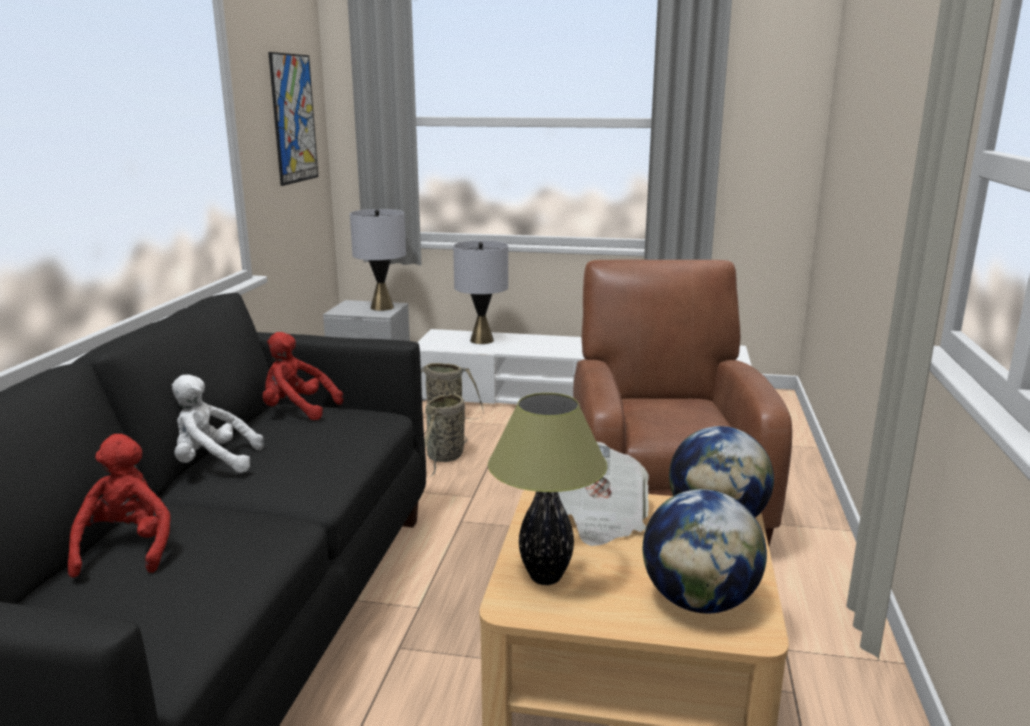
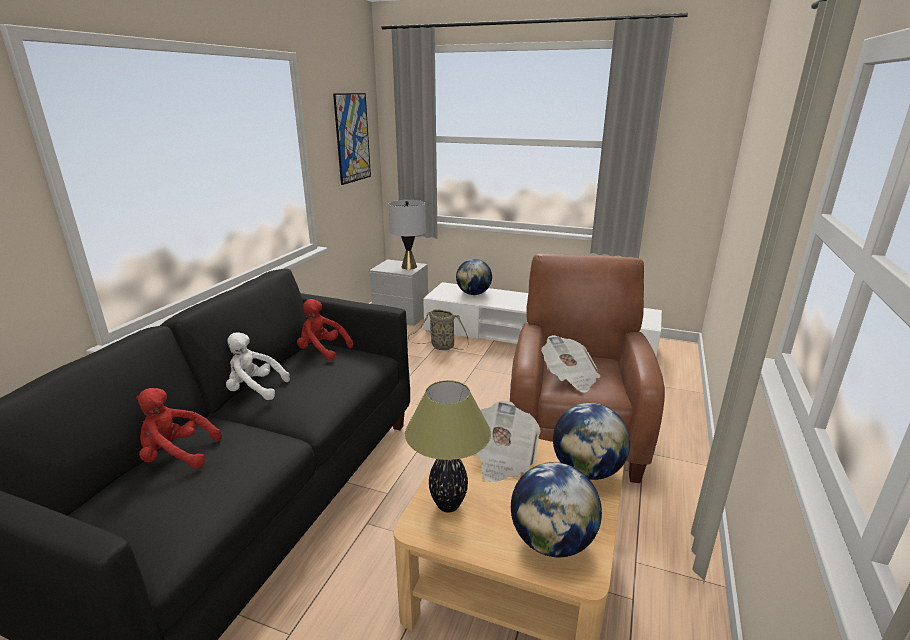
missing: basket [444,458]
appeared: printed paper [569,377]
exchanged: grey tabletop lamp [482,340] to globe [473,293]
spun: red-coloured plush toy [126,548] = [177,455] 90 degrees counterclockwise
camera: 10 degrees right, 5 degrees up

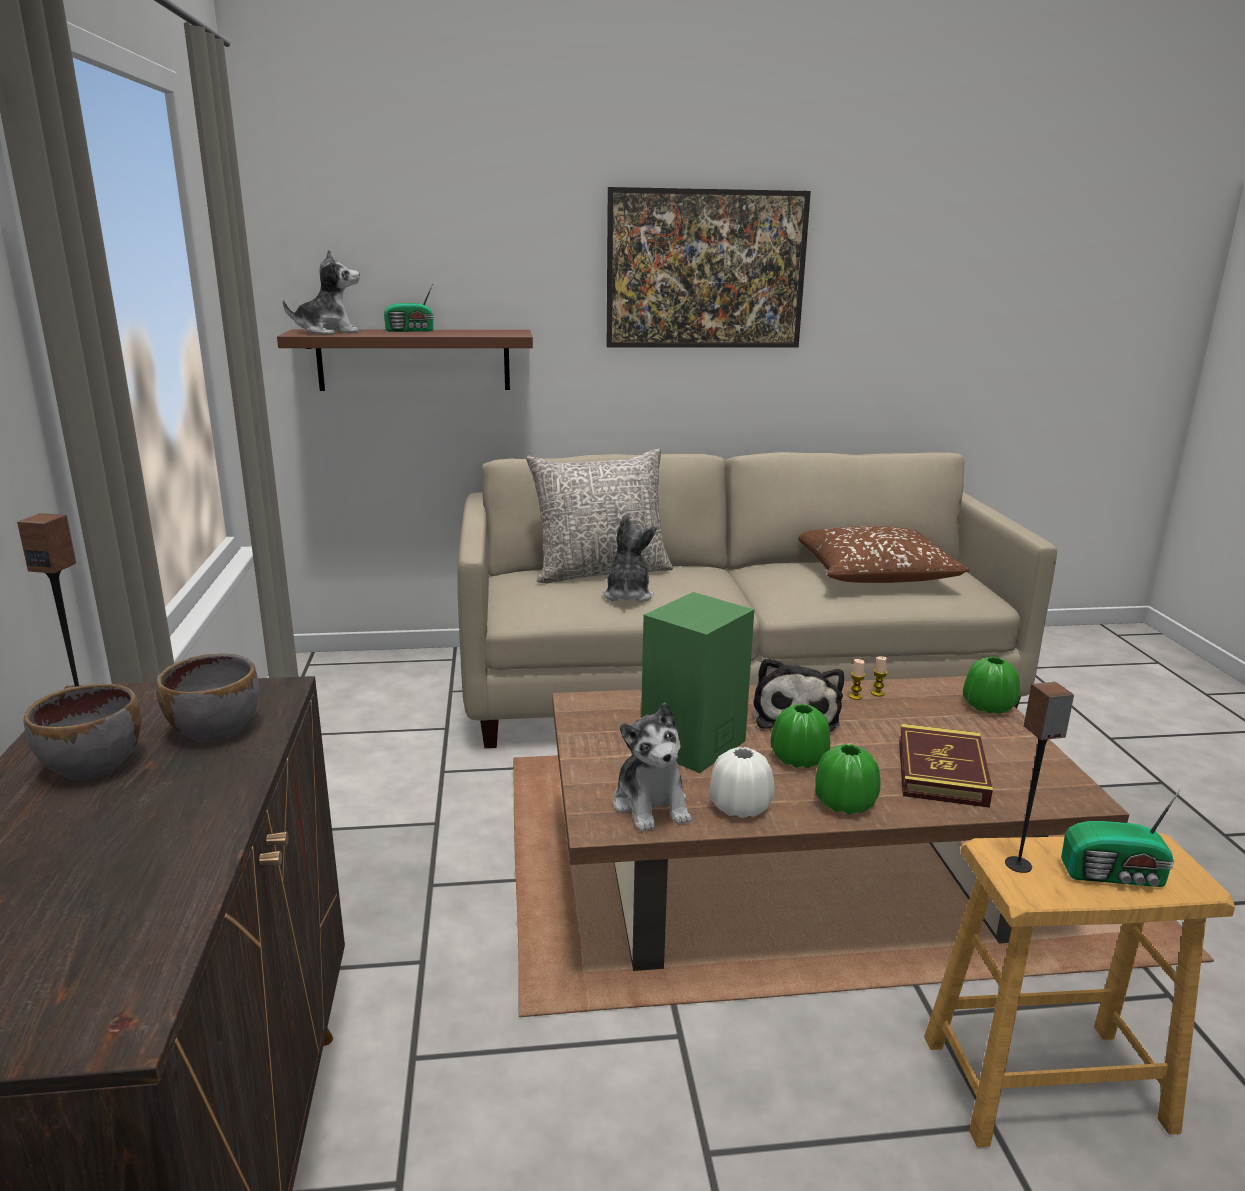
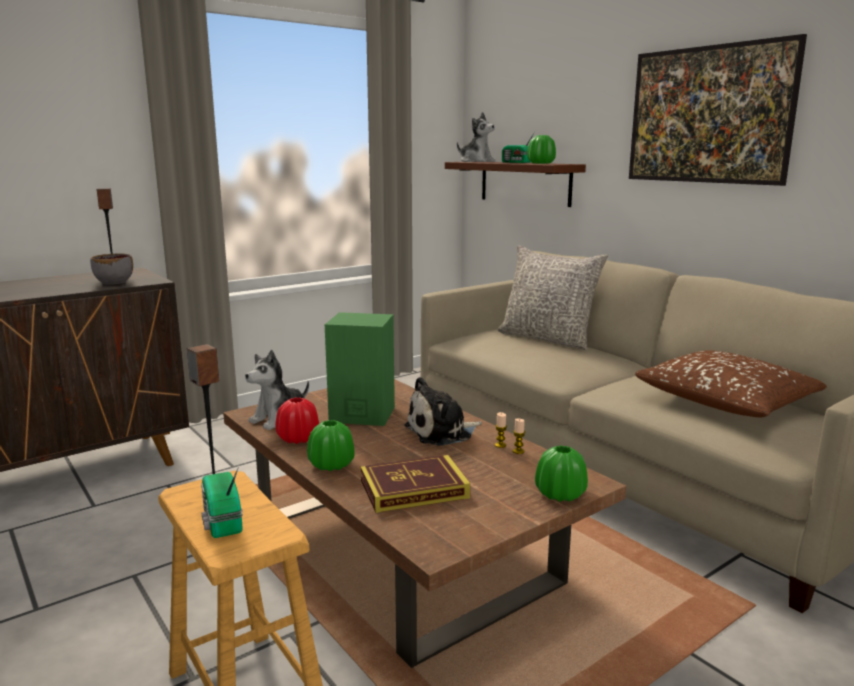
missing: plush toy [627,595]; grey deep dish [93,765]
relocated: green vase [798,759] to [541,163]
colour: white vase [740,807] to red-coloured vase [298,438]
camera: 60 degrees right, 5 degrees down

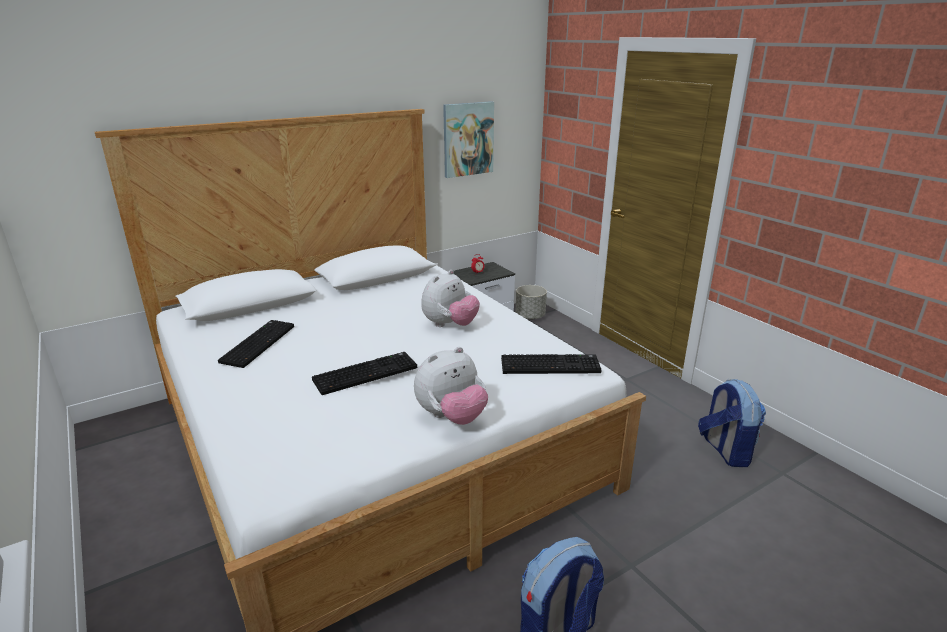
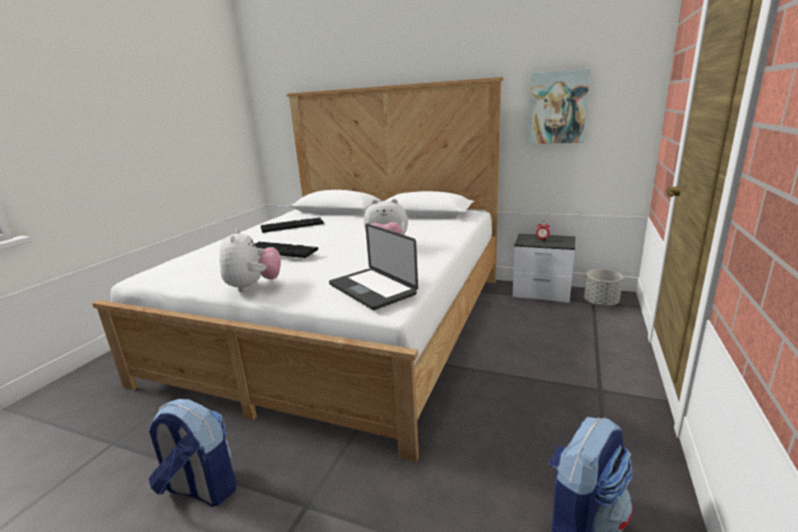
exchanged: PC keyboard [551,365] to notebook computer [372,289]
spun: plush toy [451,417] = [253,286] 120 degrees counterclockwise
camera: 55 degrees right, 5 degrees down

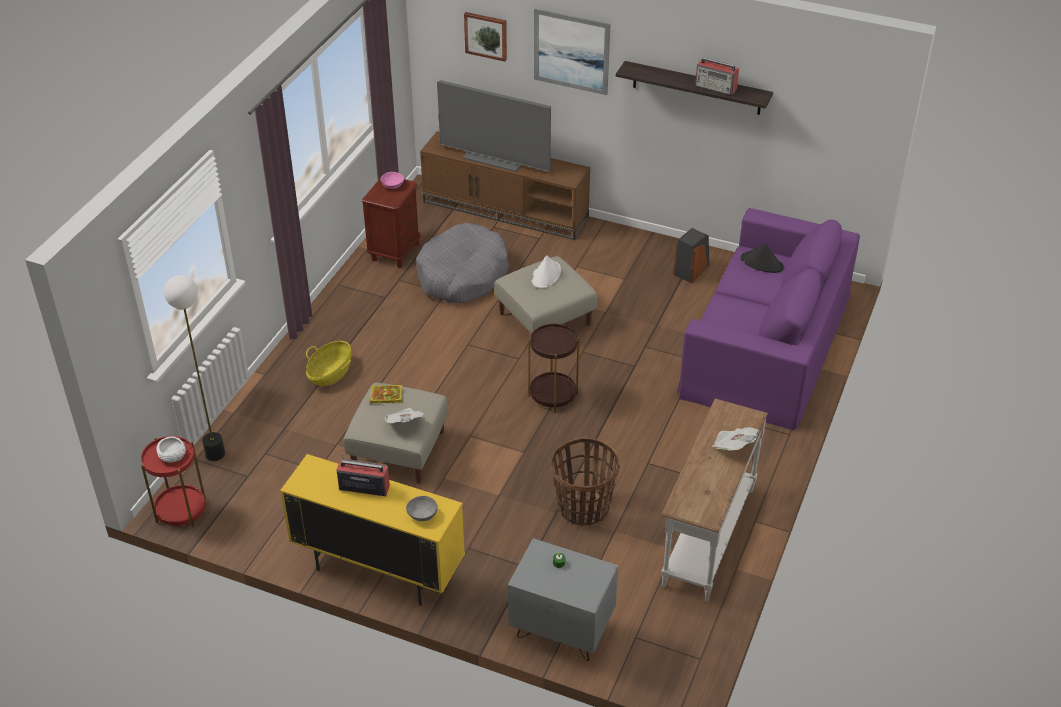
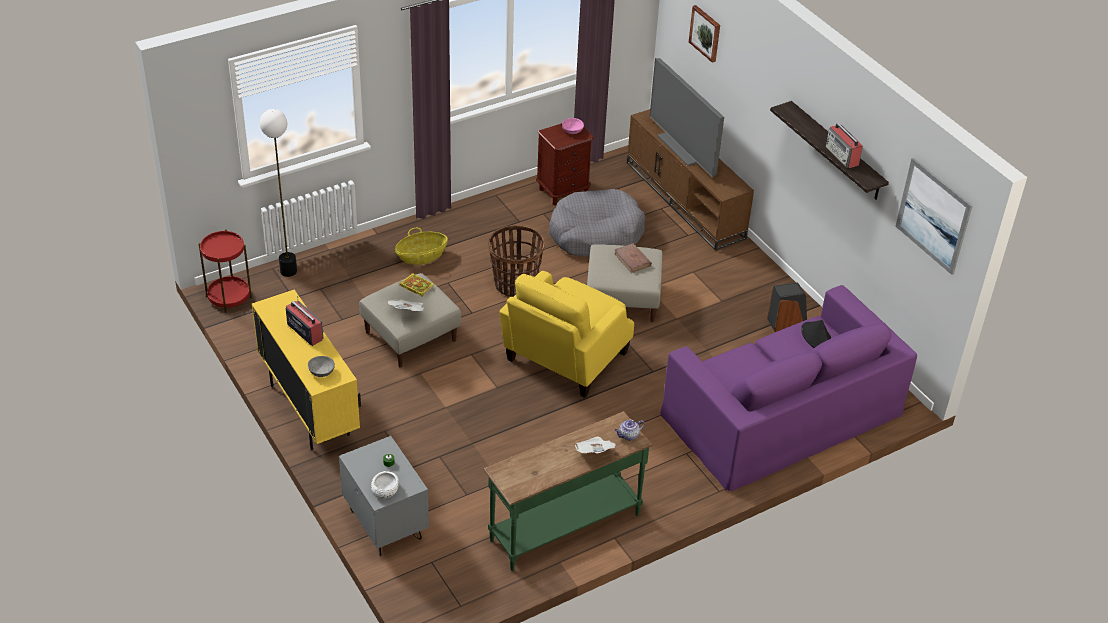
appeared: teapot [628,436]
relocated: wall art [571,51] to [933,215]; white deep dish [172,455] to [385,489]; basket [583,508] to [515,285]
exchanged: white wearable hat [546,275] to brown volume [632,260]; brown end table [553,395] to yellow-coloured armchair [565,358]
colour: white narrow table [707,536] to green narrow table [564,526]
camera: 35 degrees right, 0 degrees up

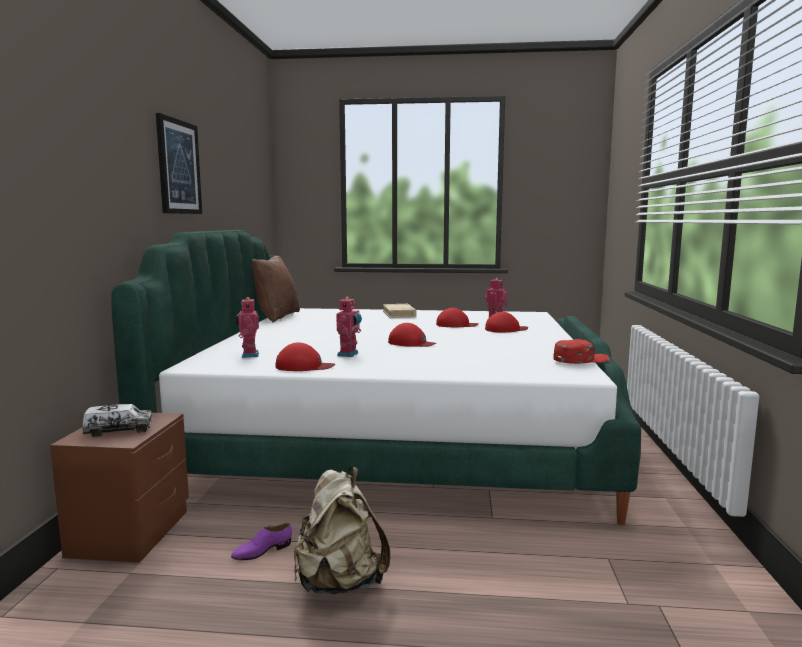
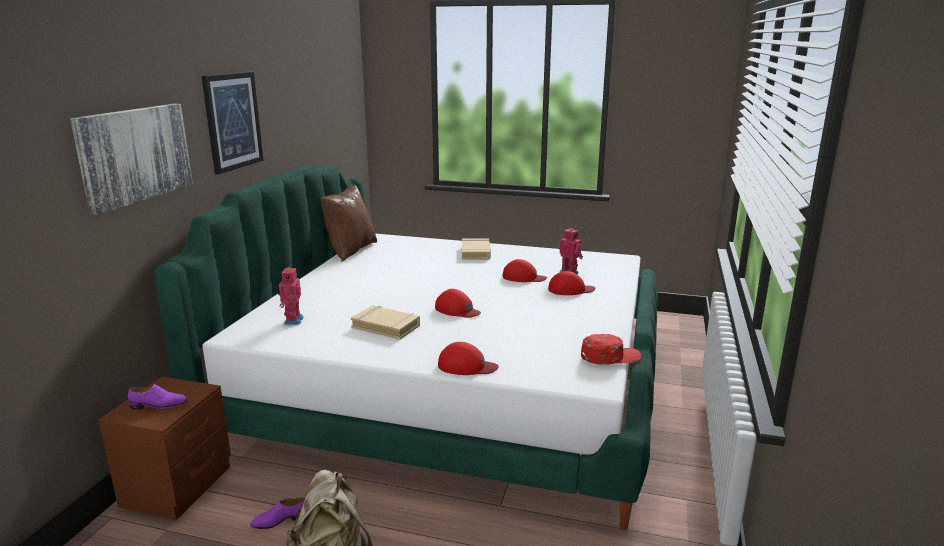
appeared: wall art [134,155]
relocated: red-coloured baseball cap [304,366] to [466,366]
exchanged: model robot [349,354] to sand-coloured volume [386,326]; model truck [119,430] to purplish shoe [158,405]
camera: 10 degrees right, 10 degrees up

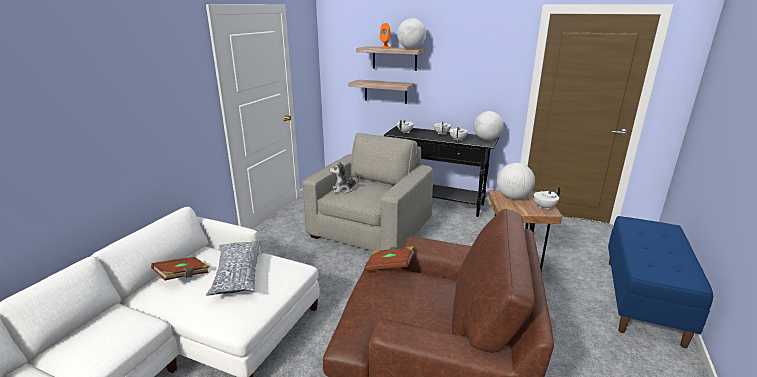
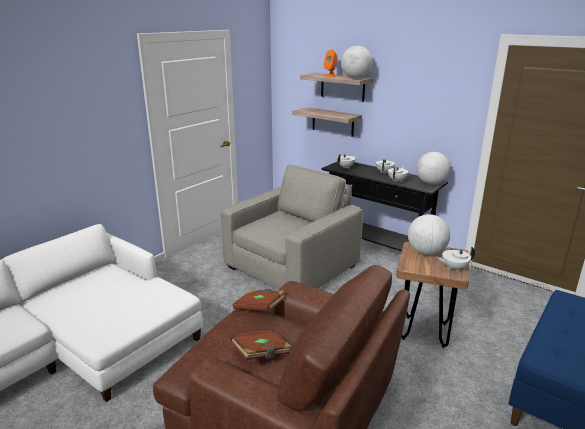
missing: plush toy [344,189]; cushion [237,274]
relocated: brown volume [183,276] to [261,353]
camera: 15 degrees right, 0 degrees up

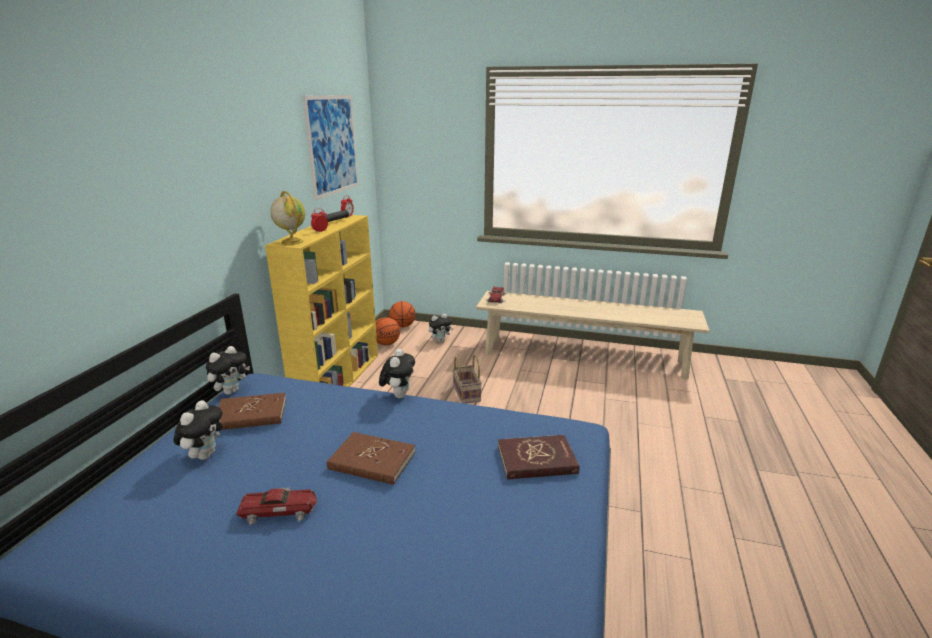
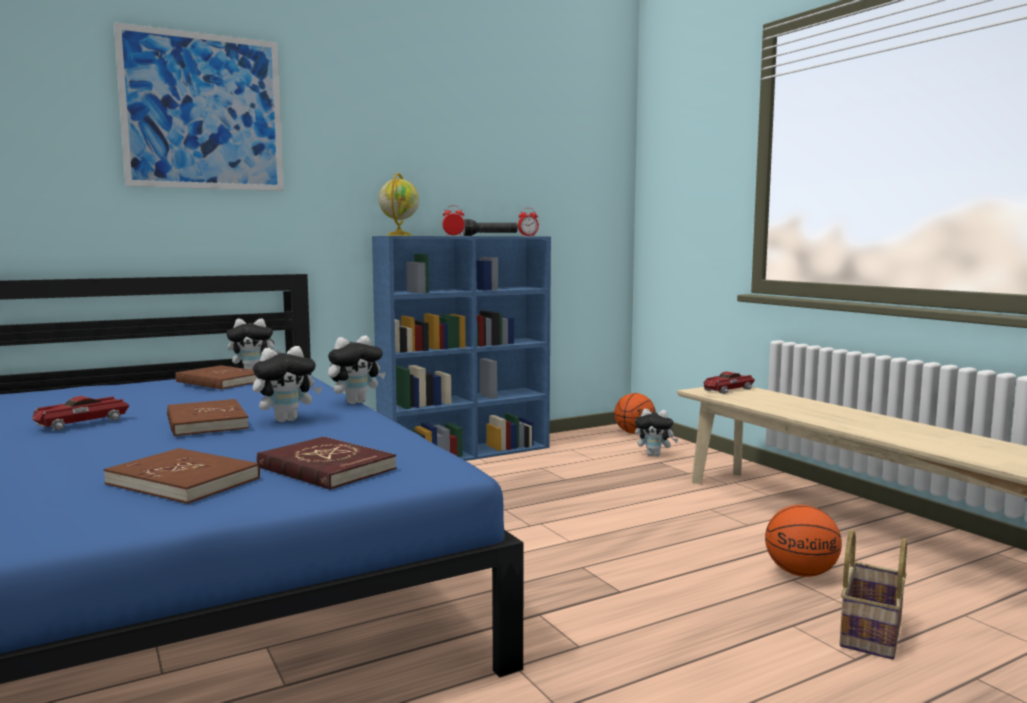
appeared: brown volume [184,481]
relocated: wall art [332,145] to [203,112]; basketball [386,344] to [801,573]; basket [465,393] to [869,632]; plush toy [205,455] to [287,420]
colour: yellow-coloured bookshelf [338,380] to bluish bookshelf [467,453]
spun: toy car [279,510] = [81,422] 90 degrees clockwise
camera: 45 degrees right, 15 degrees down

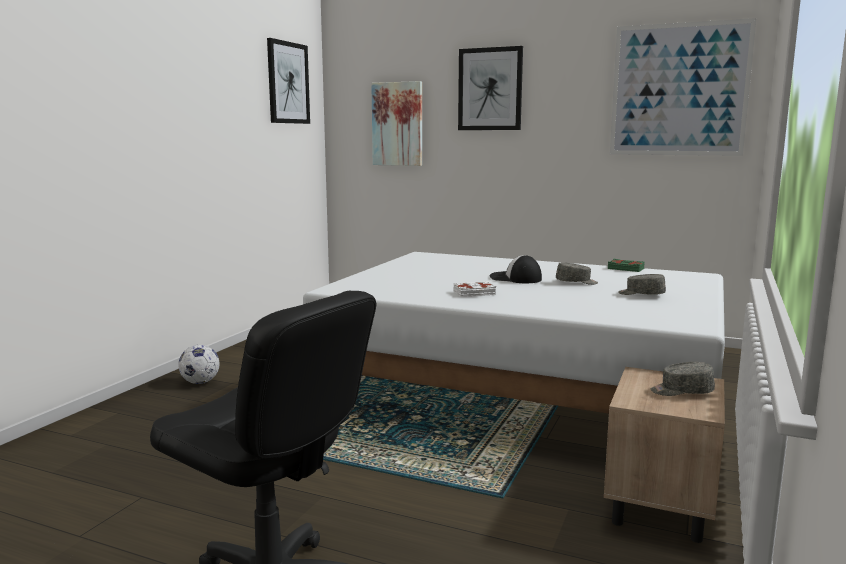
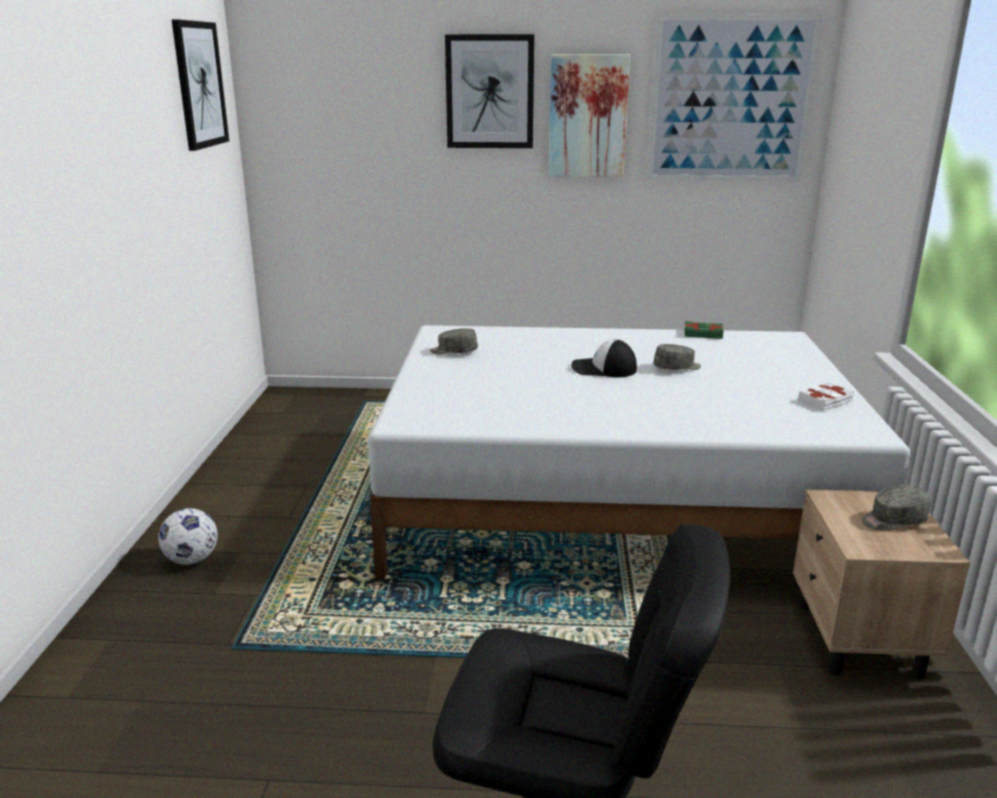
relocated: wall art [397,124] to [587,116]; grey baseball cap [641,294] to [453,352]; white volume [474,293] to [826,401]
camera: 20 degrees left, 10 degrees up

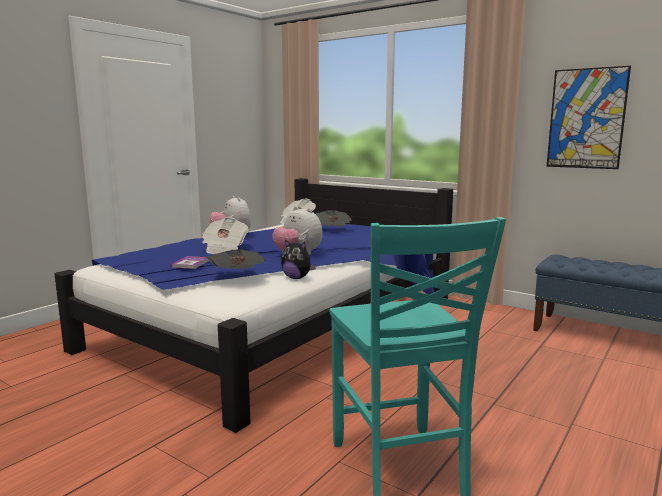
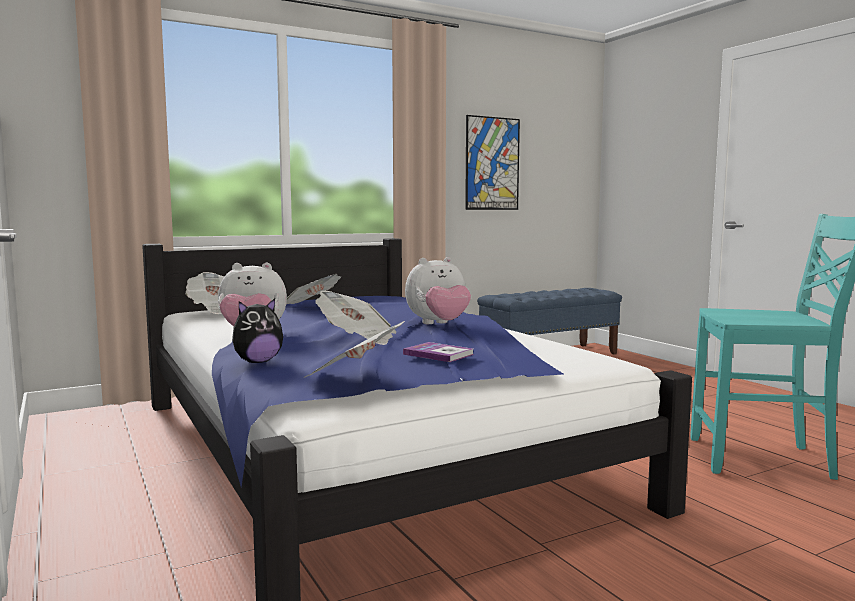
relocated: plush toy [297,278] to [257,362]; printed paper [237,275] to [354,378]
camera: 65 degrees left, 5 degrees down

